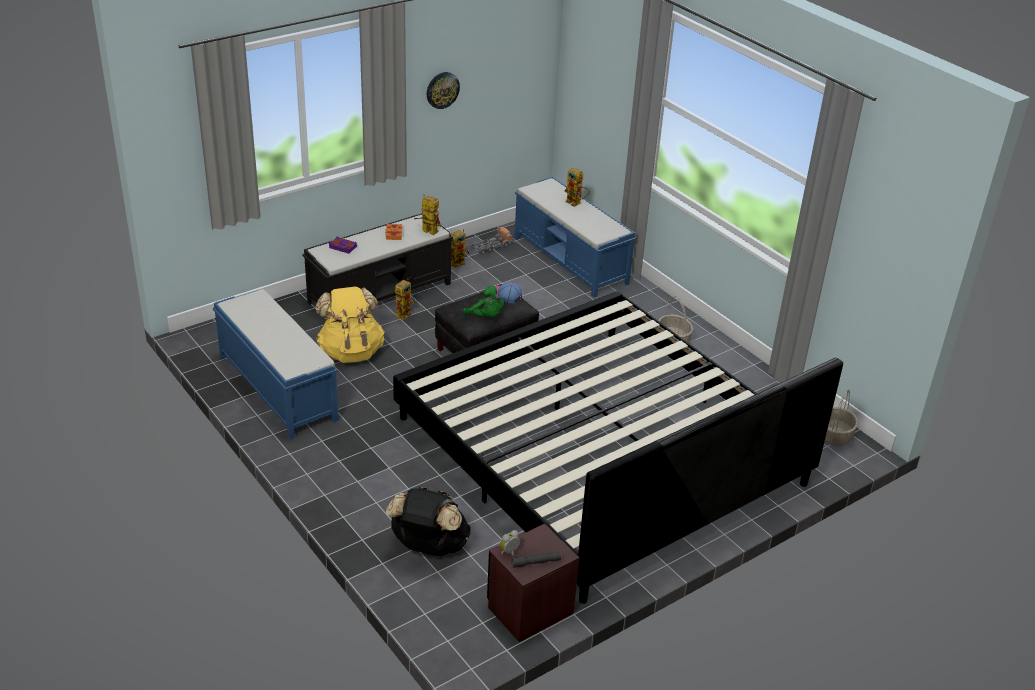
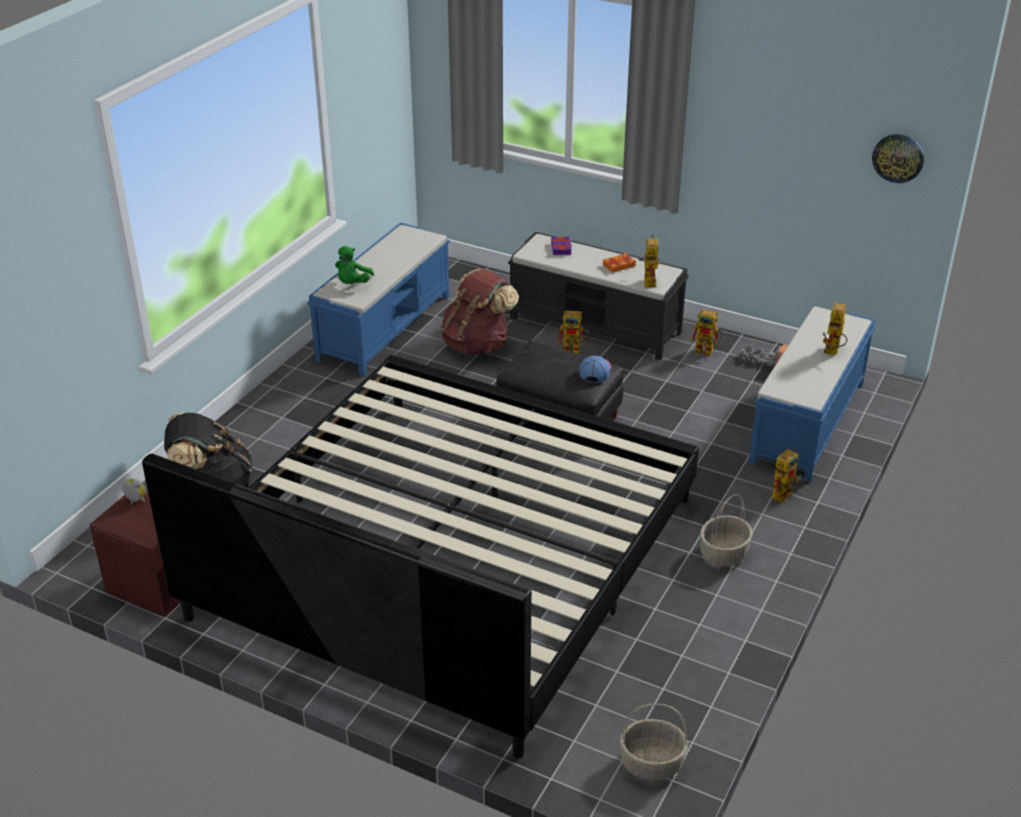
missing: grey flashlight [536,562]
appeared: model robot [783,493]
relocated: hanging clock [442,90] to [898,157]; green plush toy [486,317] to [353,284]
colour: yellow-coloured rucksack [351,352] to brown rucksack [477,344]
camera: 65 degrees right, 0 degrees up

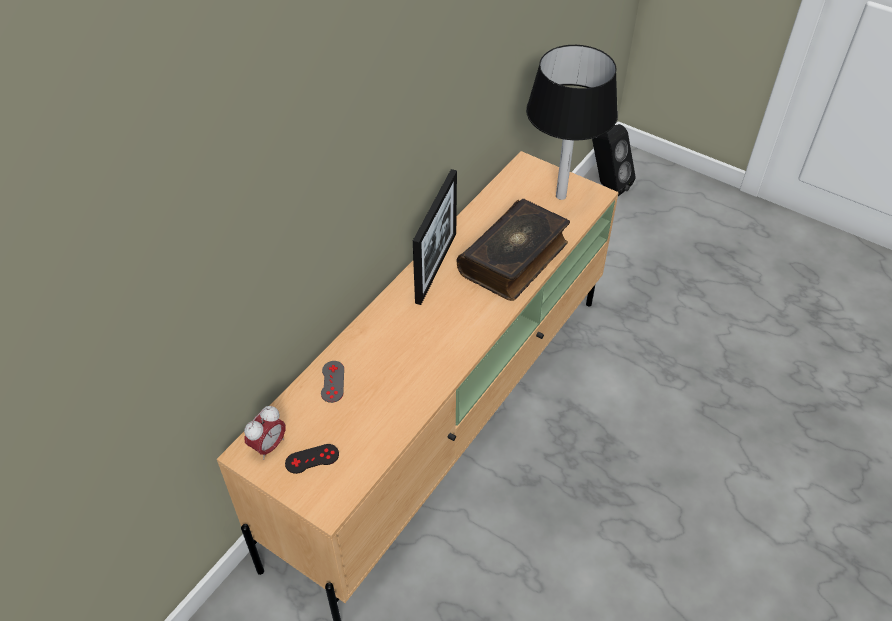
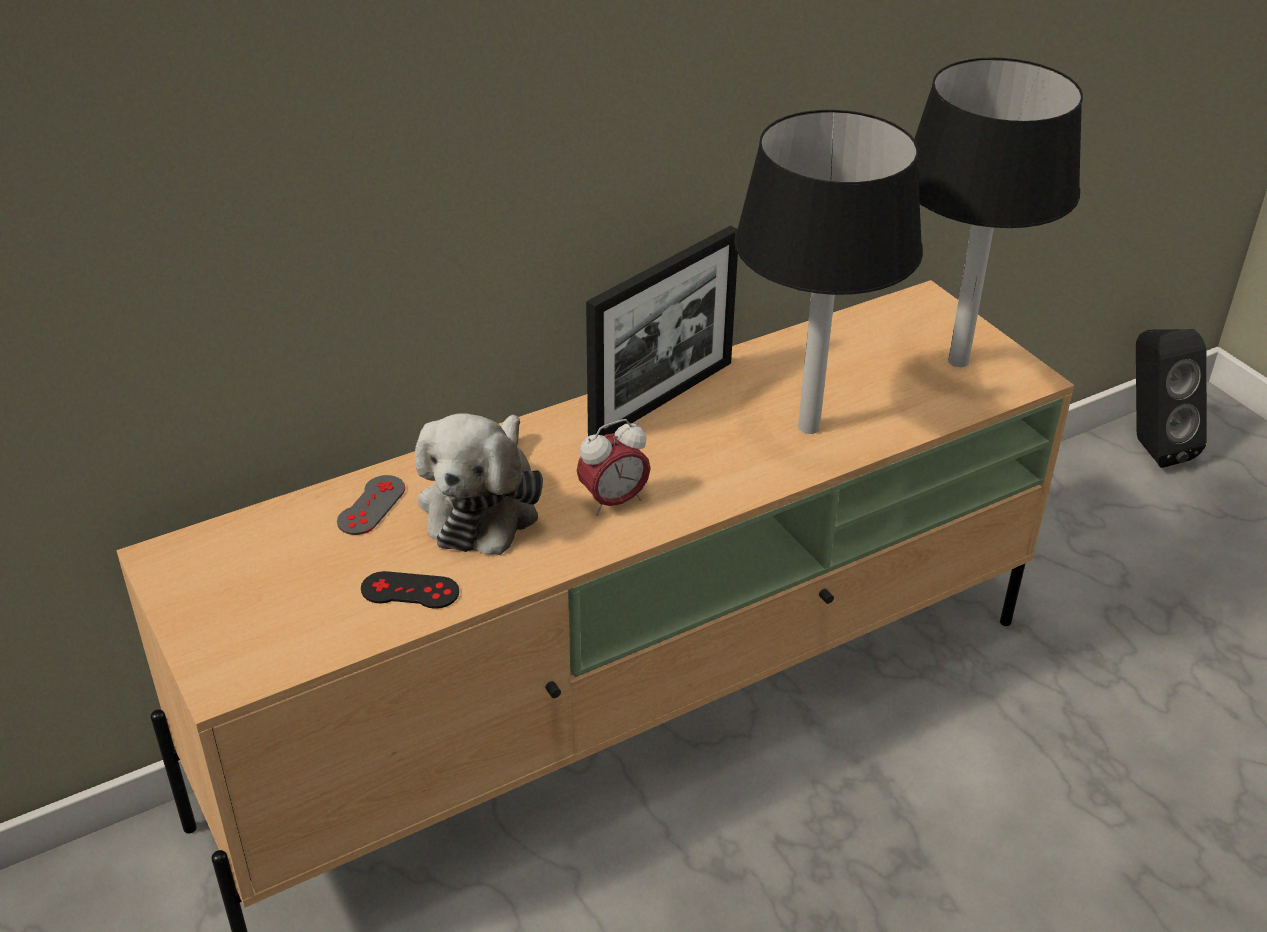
appeared: plush toy [483,504]
relocated: alarm clock [268,446] to [613,501]; black joypad [312,459] to [410,591]
exchanged: volume [515,259] to black tabletop lamp [808,428]
camera: 25 degrees right, 10 degrees down

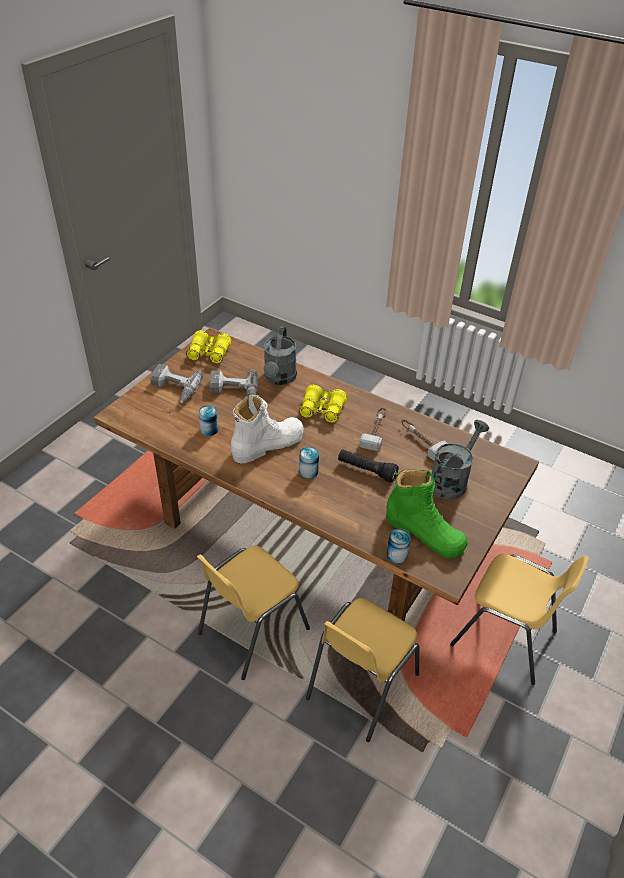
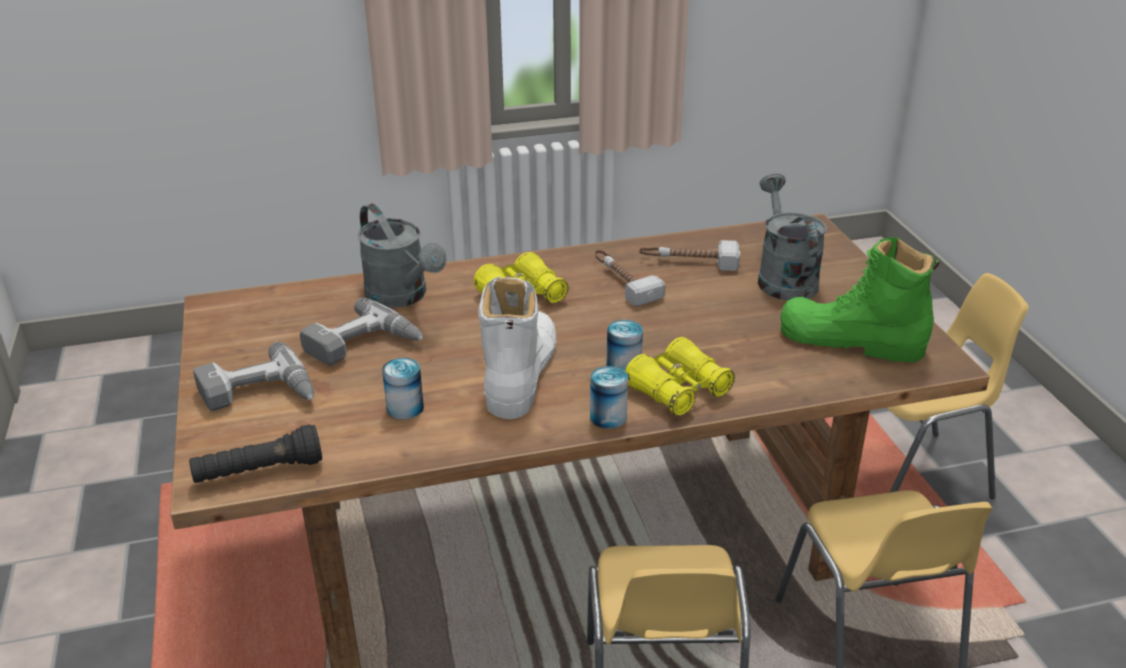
relocated: yellow-coloured binoculars [209,353] to [678,390]; black flashlight [366,471] to [259,472]; metal can [397,554] to [608,417]
spun: green boot [424,533] = [851,341] 150 degrees counterclockwise
camera: 45 degrees left, 10 degrees down

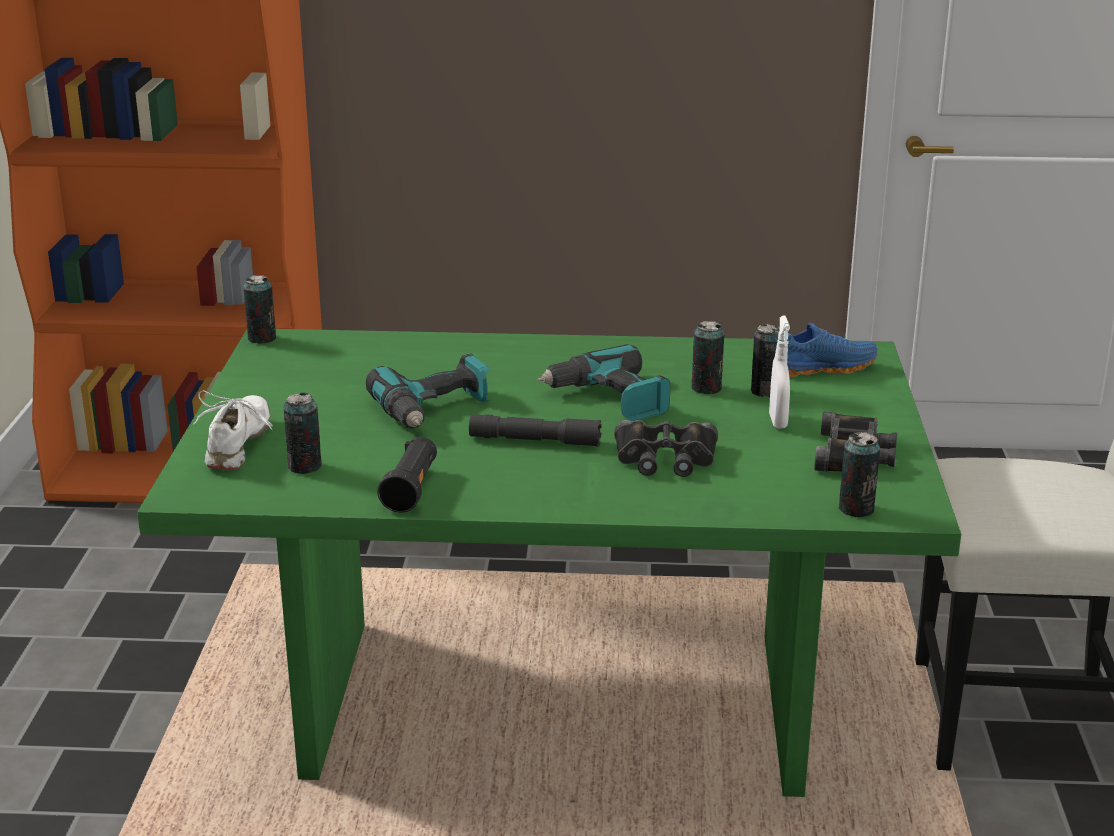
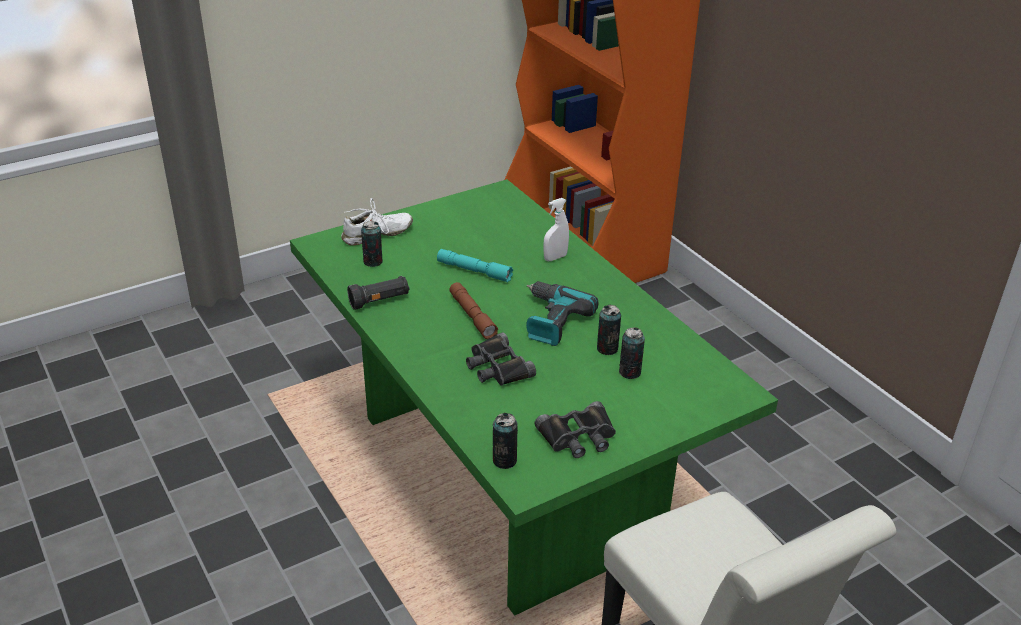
missing: metal can [262,339]; bluish shoe [821,368]
relocated: white hand sprayer [778,421] to [555,257]
exchanged: power drill [434,410] to turquoise flashlight [474,271]
colour: grey flashlight [535,441] to brown flashlight [472,316]
camera: 55 degrees right, 10 degrees up

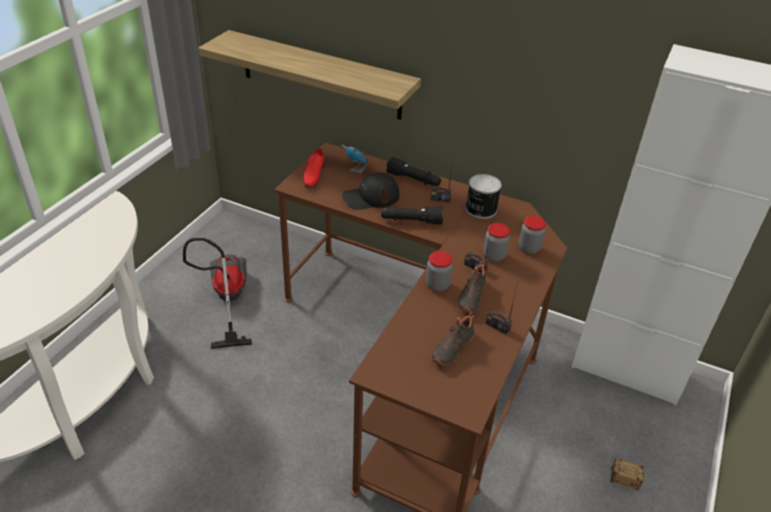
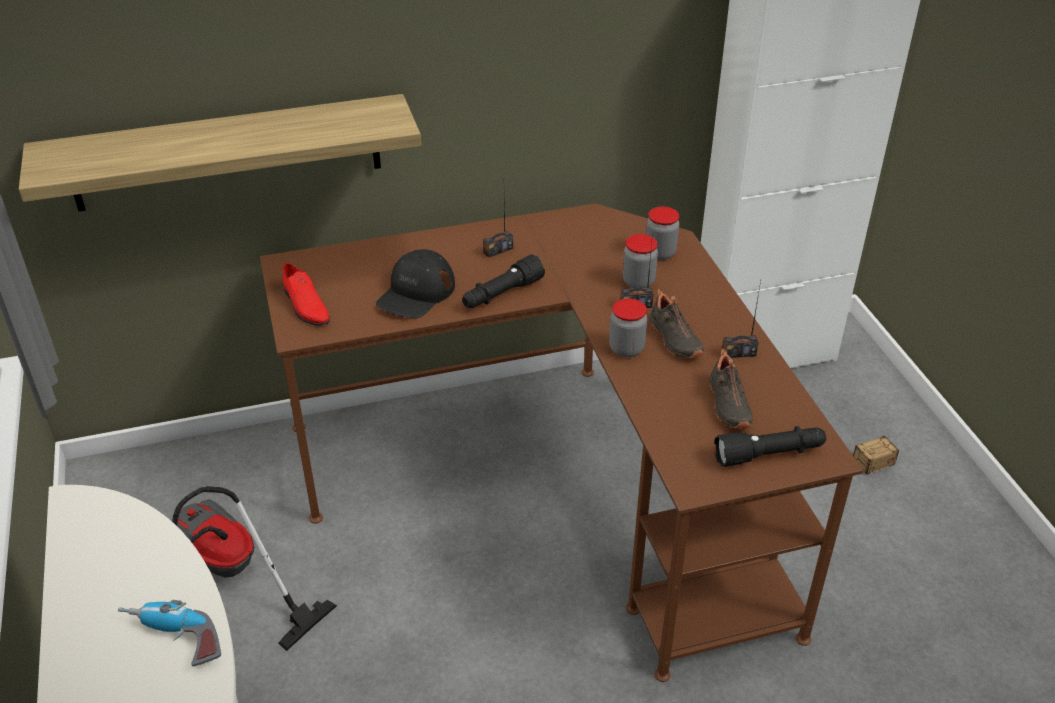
missing: metal can [480,209]
relocated: power drill [352,164] to [173,639]; black flashlight [413,180] to [769,454]
camera: 40 degrees left, 0 degrees up

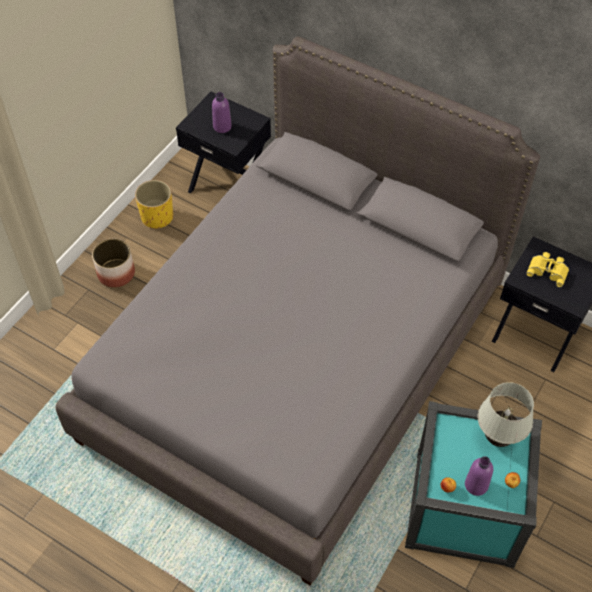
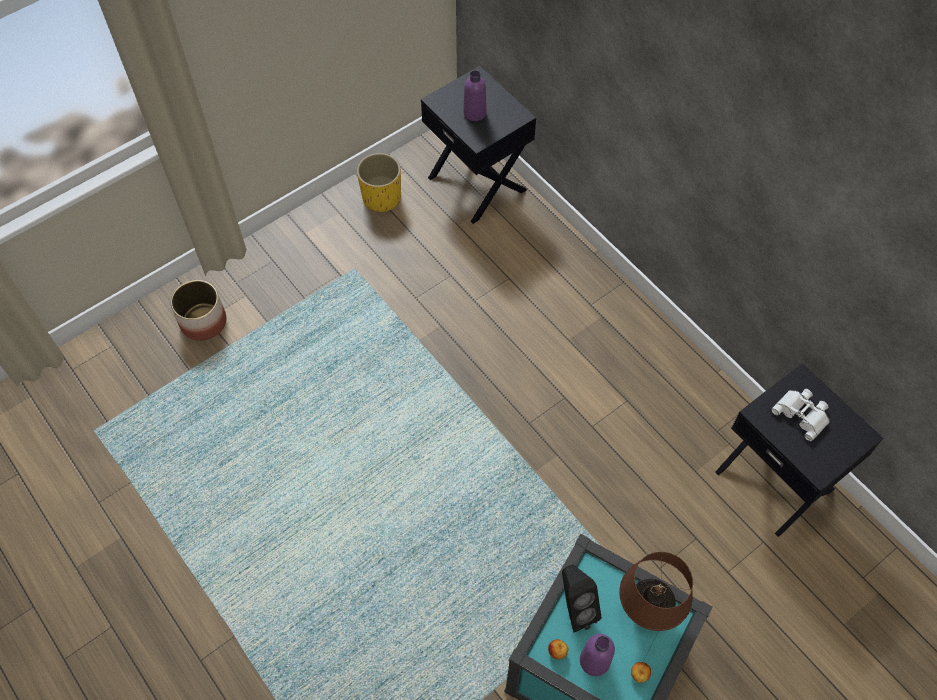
missing: grey bed [296,362]
appeared: black audio speaker [574,607]
relocated: flower pot [116,273] to [204,321]
colour: yellow-coloured binoculars [548,270] to white binoculars [802,414]; white tabletop lamp [498,438] to brown tabletop lamp [647,611]
camera: 20 degrees right, 5 degrees up

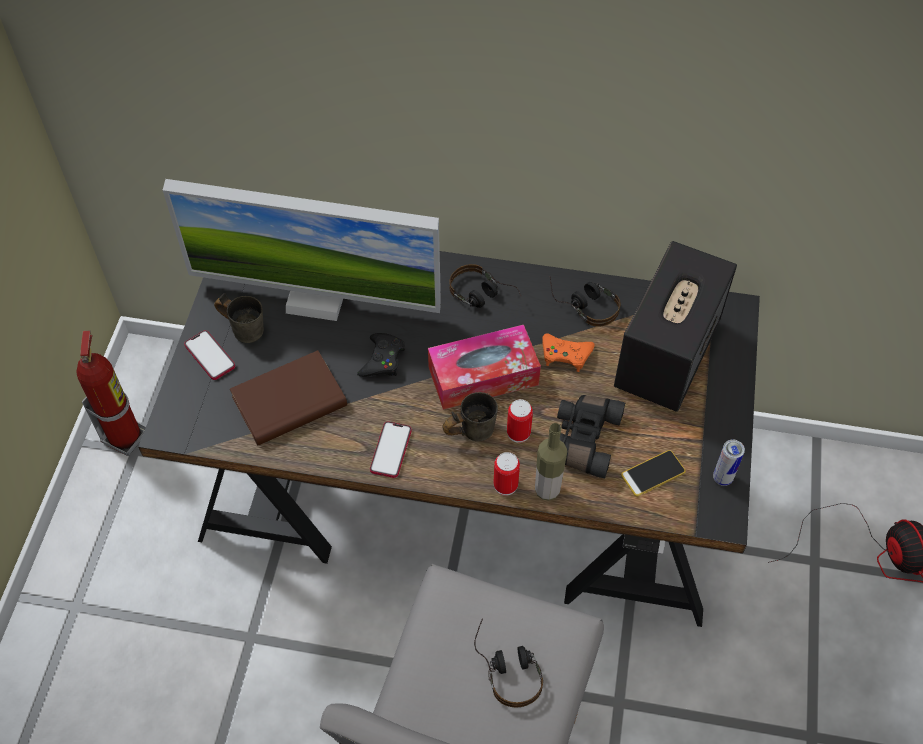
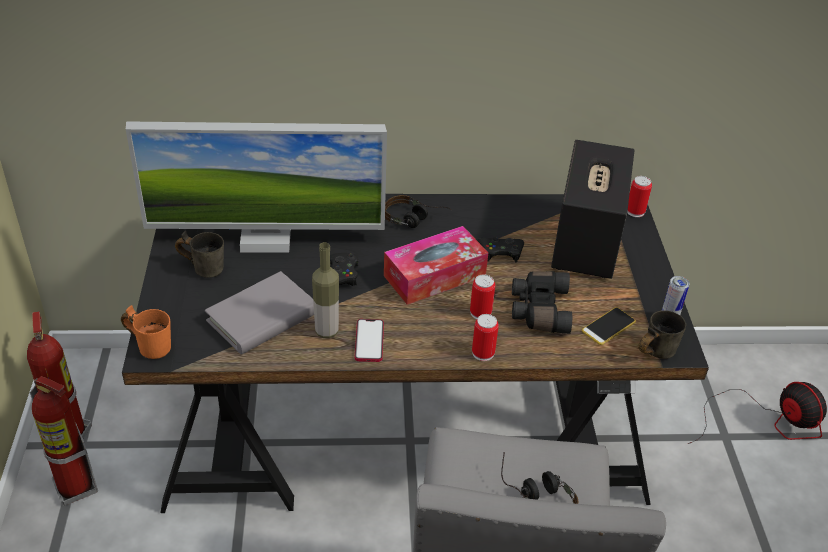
missing: pair of headphones [583,303]; telephone [210,356]
appeared: metal can [635,211]; orange tea mug [152,344]; extinguisher [76,488]
relocated: grey tea mug [469,429] to [652,351]; bottle [547,490] to [327,331]
colour: orange joypad [565,354] to black joypad [500,252]; brown volume [289,402] to grey volume [262,317]
camera: 15 degrees left, 15 degrees down

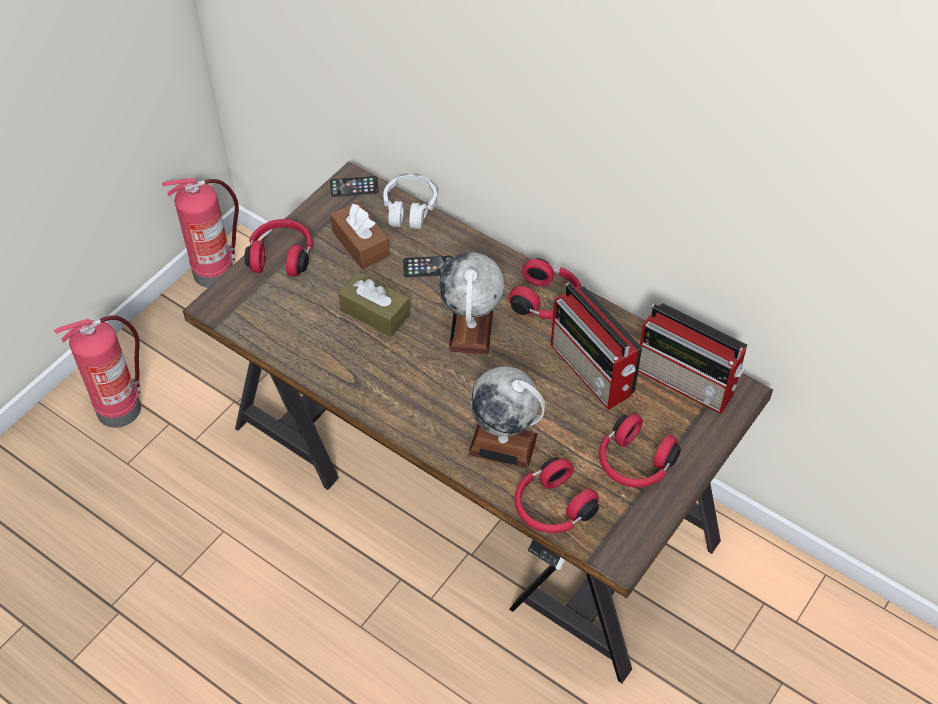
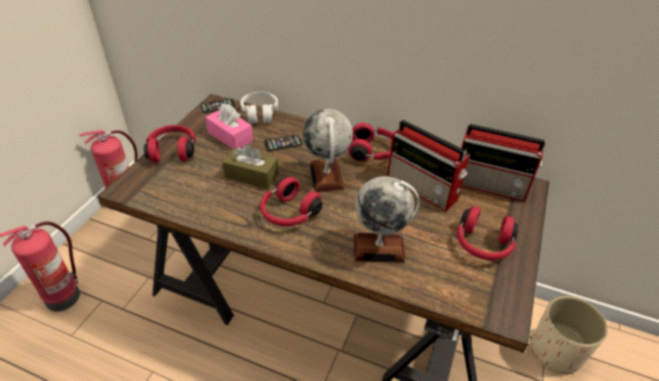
appeared: sand-coloured flower pot [556,351]
relocated: red-coloured pair of headphones [551,508] to [288,213]
colour: brown tissue box [360,244] to pink-coloured tissue box [230,136]
camera: 15 degrees left, 10 degrees down

